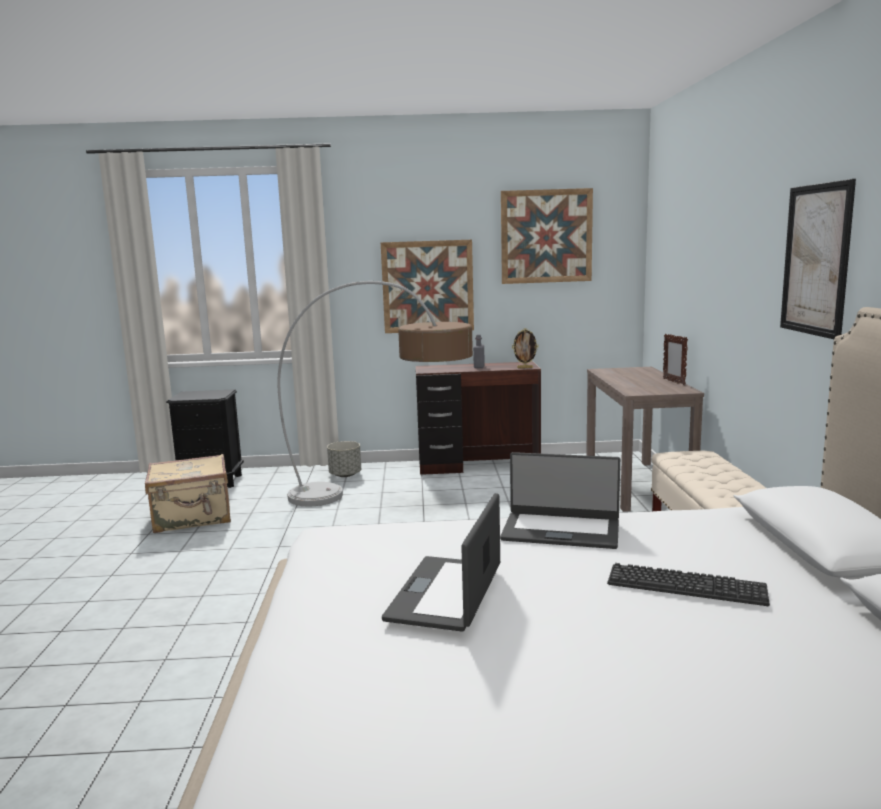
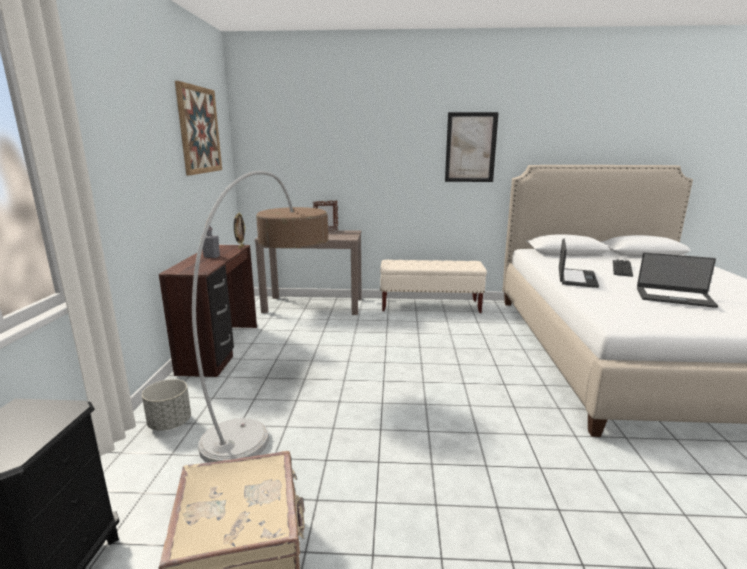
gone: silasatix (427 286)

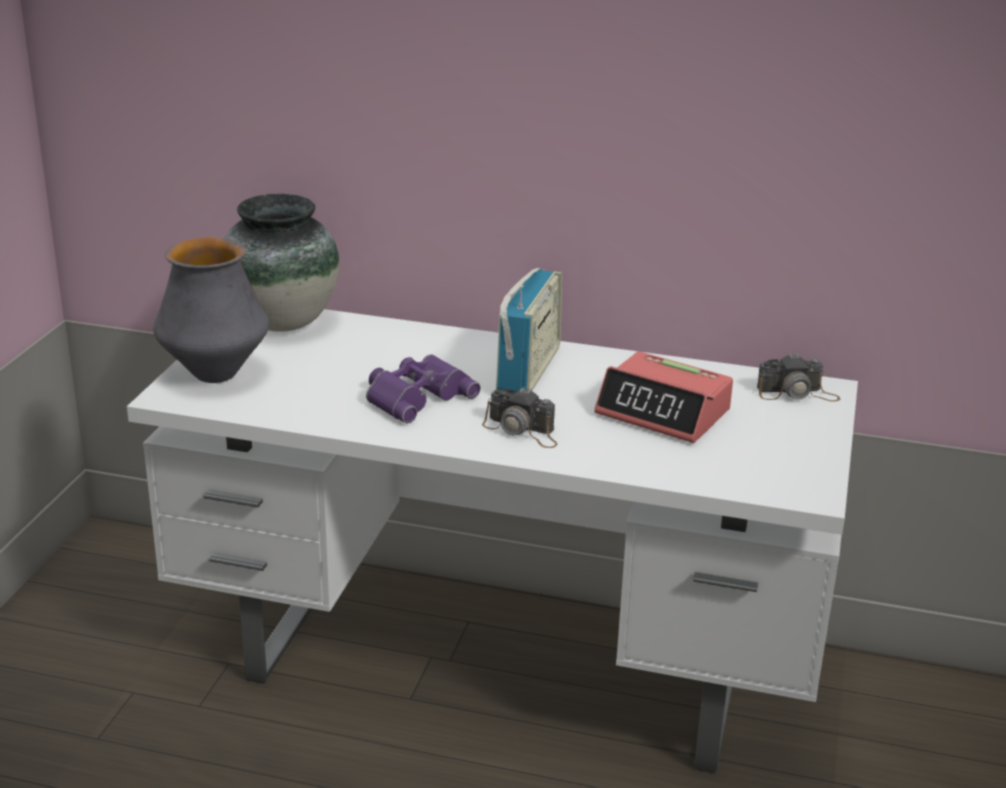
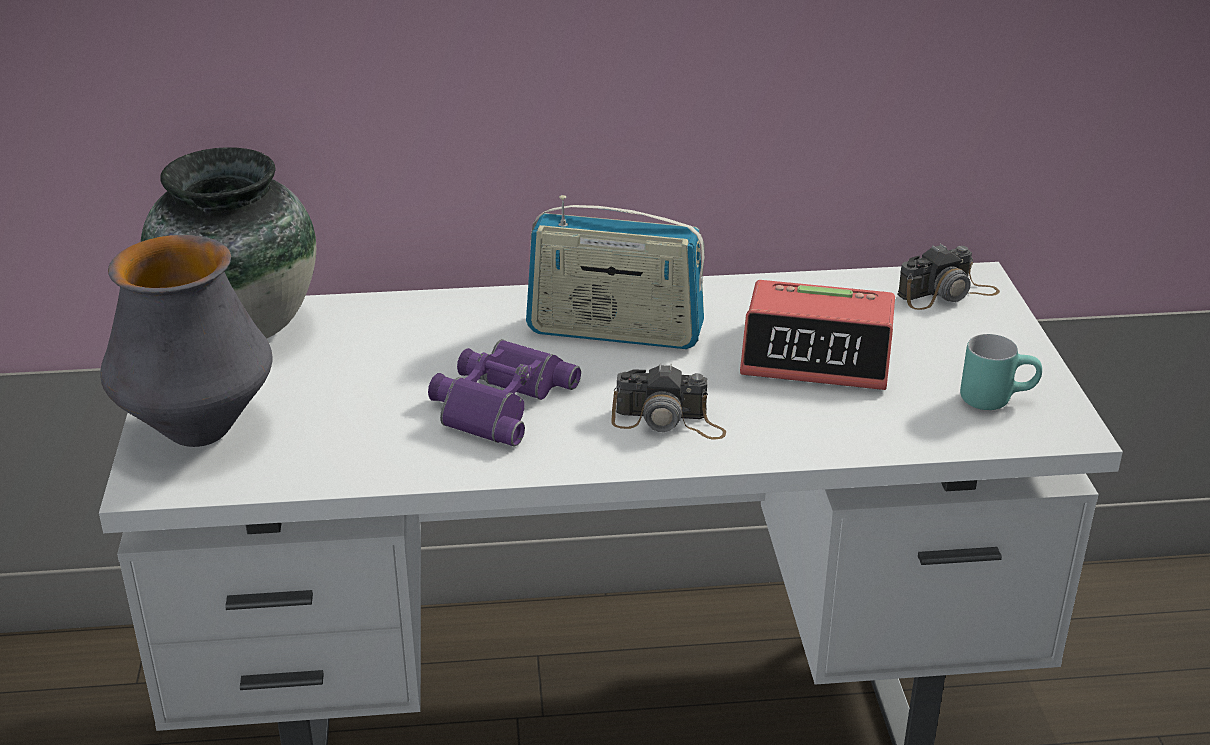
new: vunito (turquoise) (995 398)
rotated: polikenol (528 370) = (615 331) 105 degrees clockwise

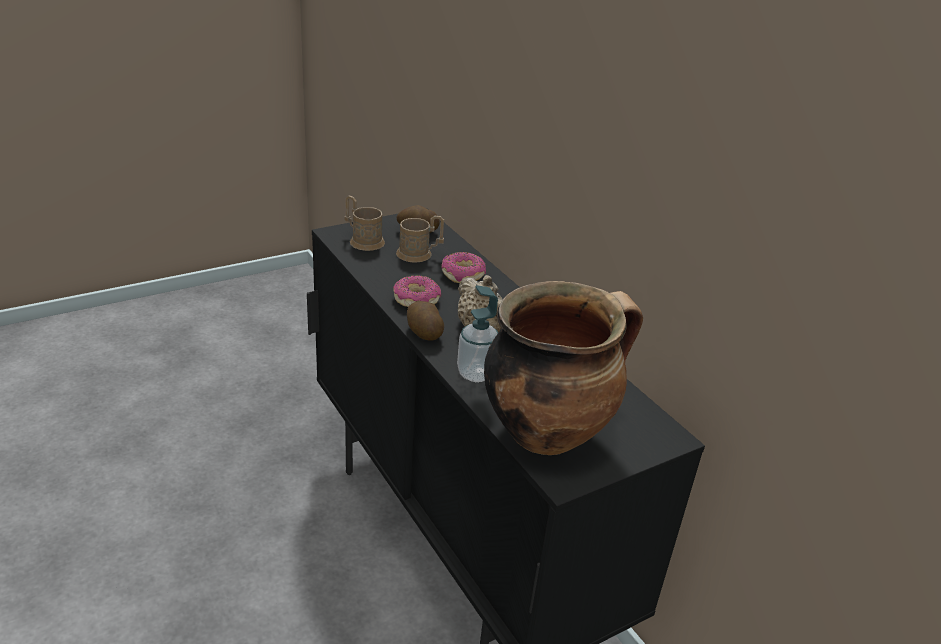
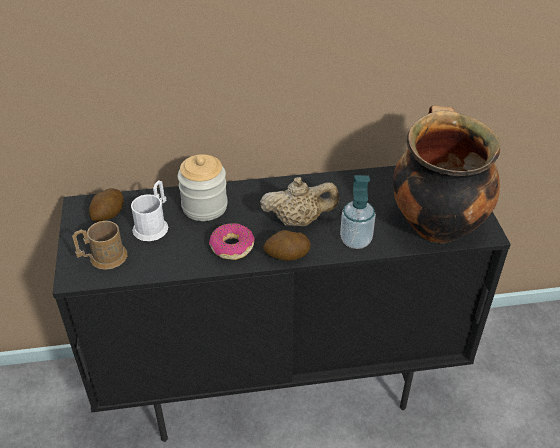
swapped: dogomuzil (463 274) to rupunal (204 206)
repainted: vunito (brown) (419 254) to vunito (white) (153 225)

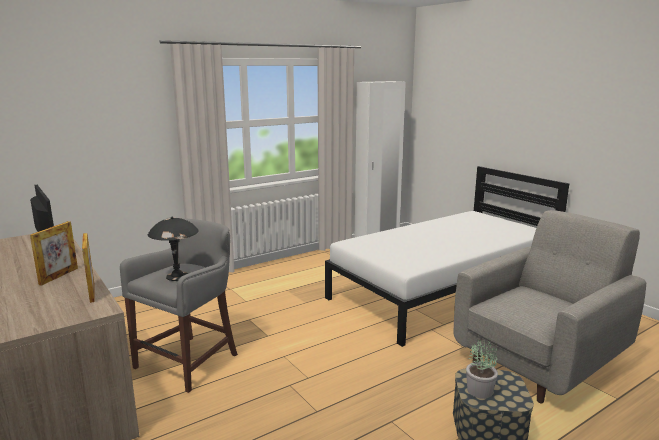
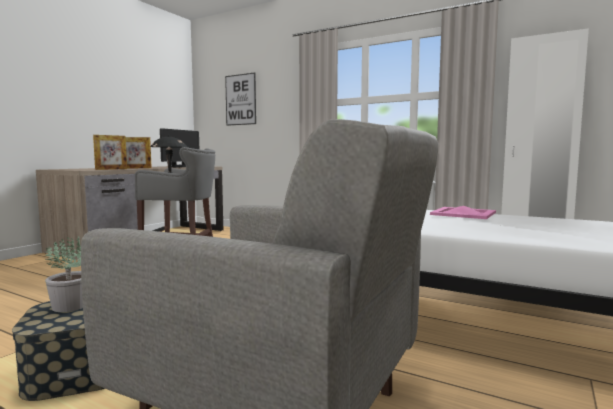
new: silasatix (240 99); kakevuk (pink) (463 213)

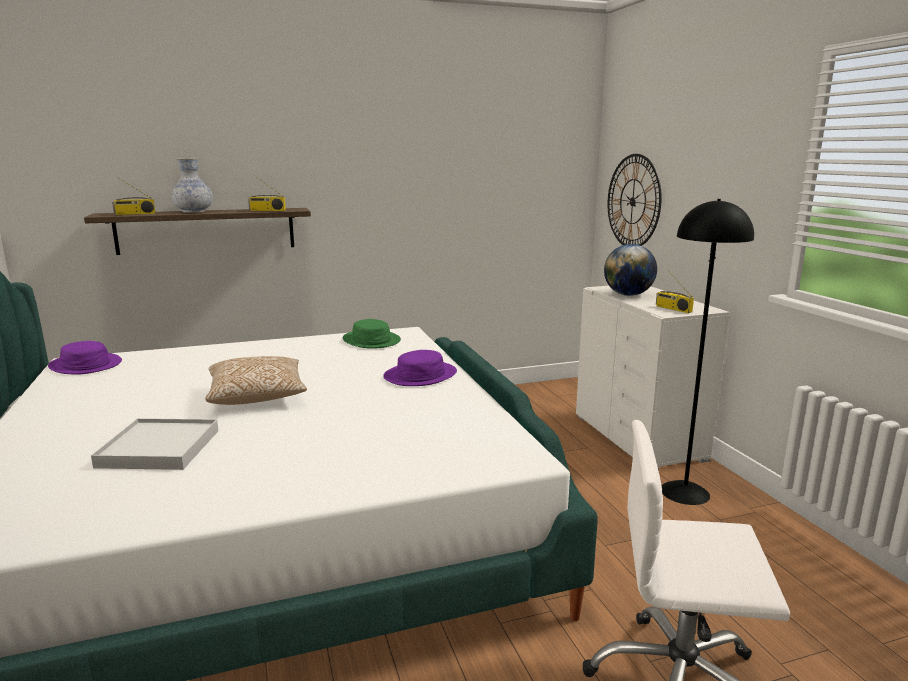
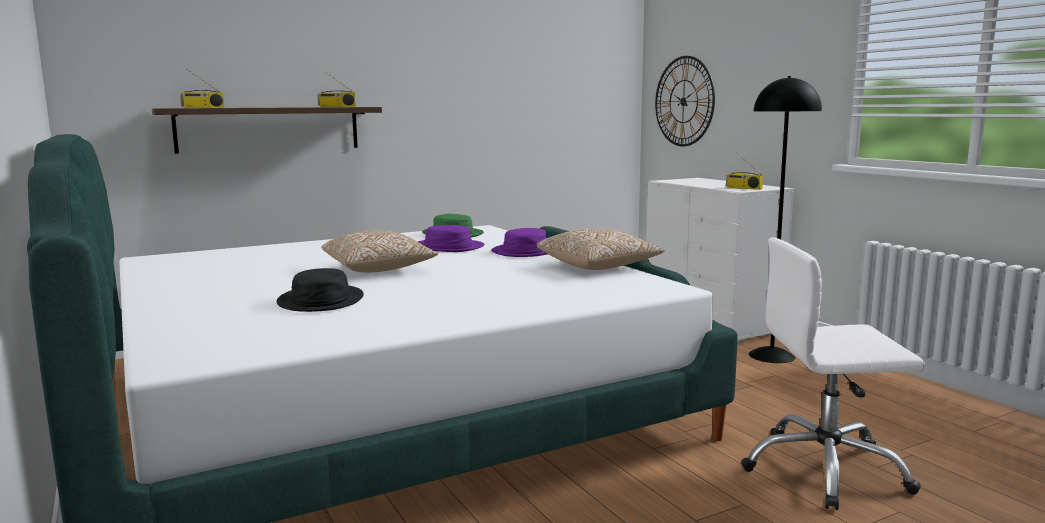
gone: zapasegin (194 211); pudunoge (628 295)
new: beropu (598 266)
shifted: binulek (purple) (85 365) to (448 247)
swapped: kakevuk (white) (159 448) to binulek (black) (320 300)

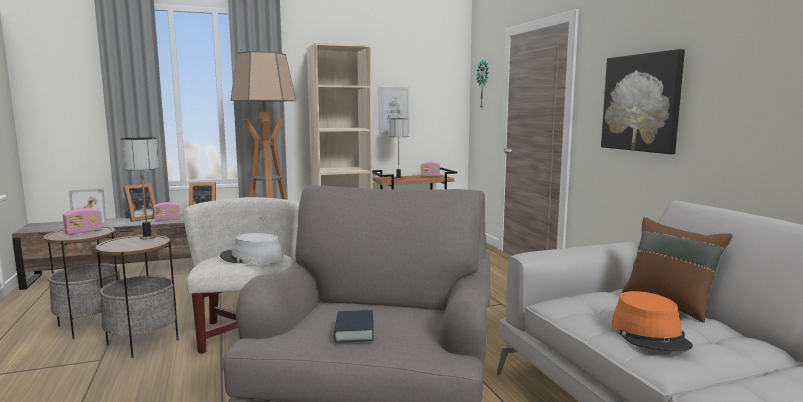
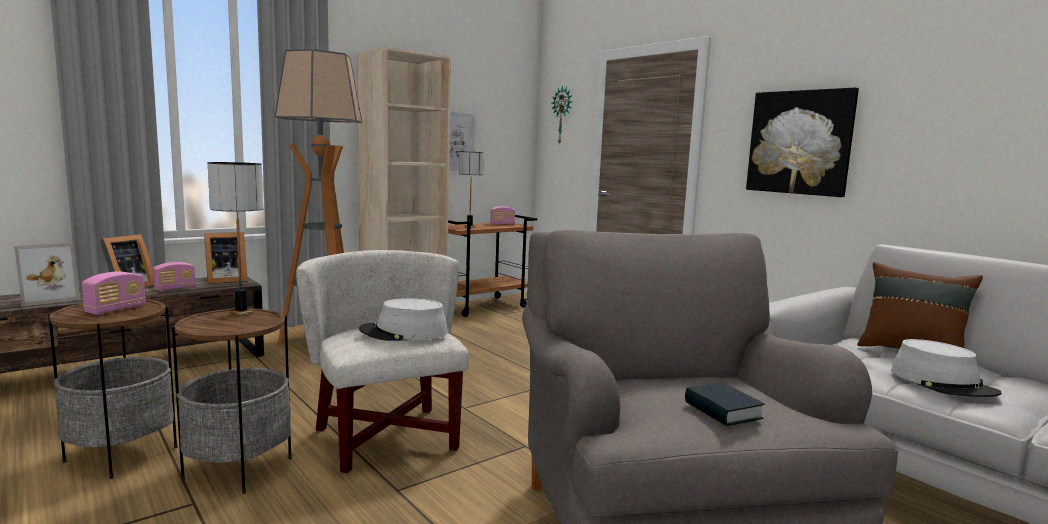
repainted: binulek (orange) (650 334) to binulek (grey) (942 382)

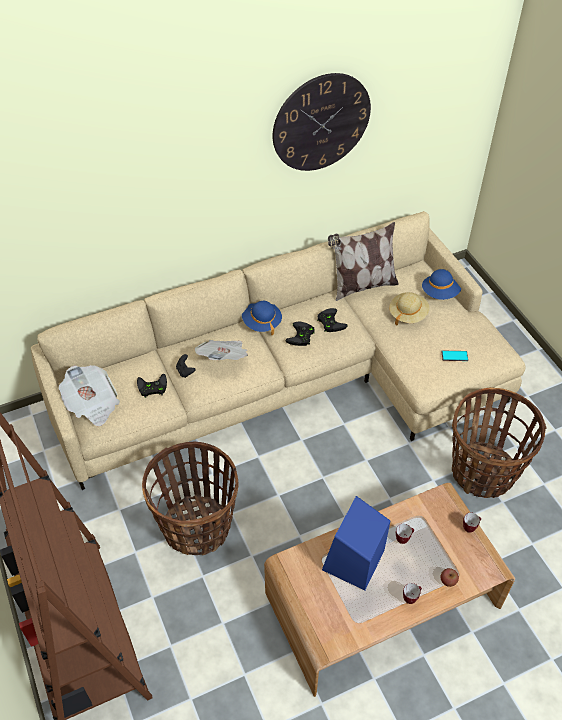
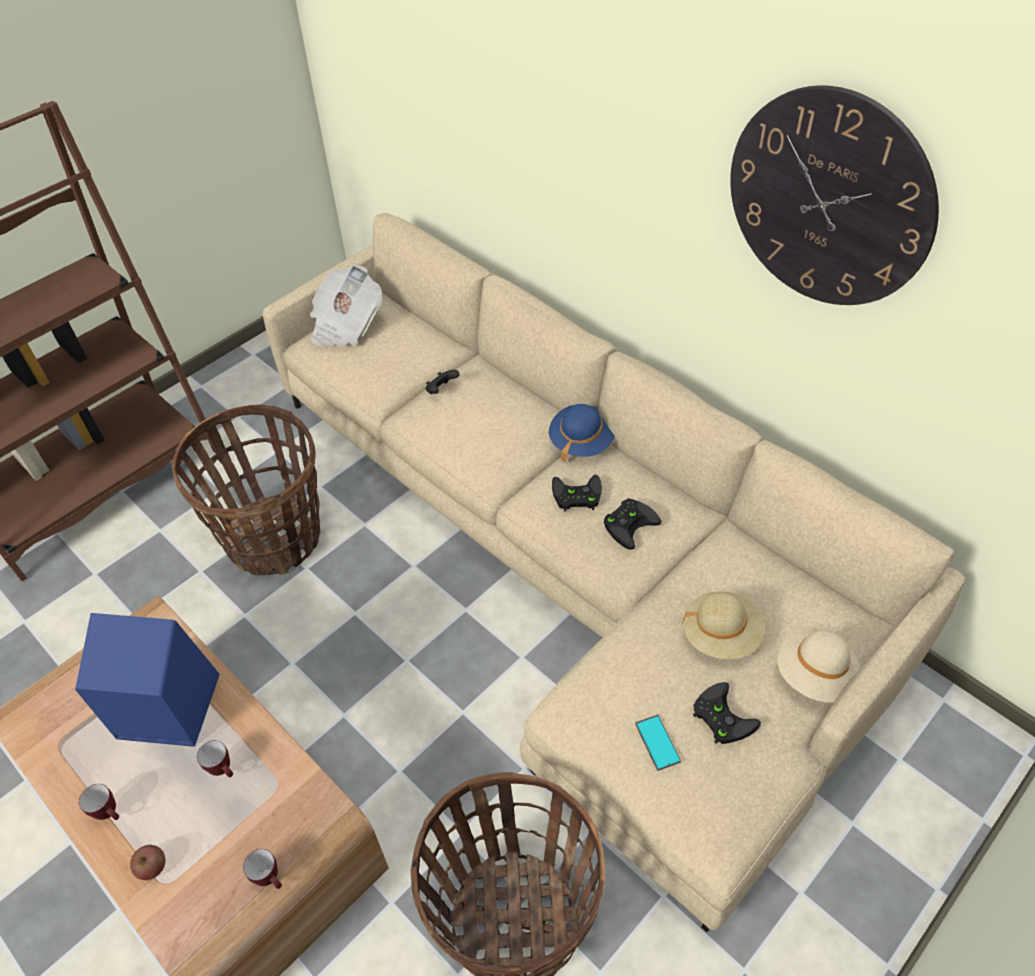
gone: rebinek (224 358); beropu (362 285)
shifted: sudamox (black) (151 388) to (720 716)
repainted: binulek (blue) (440 293) to binulek (beige) (814 676)

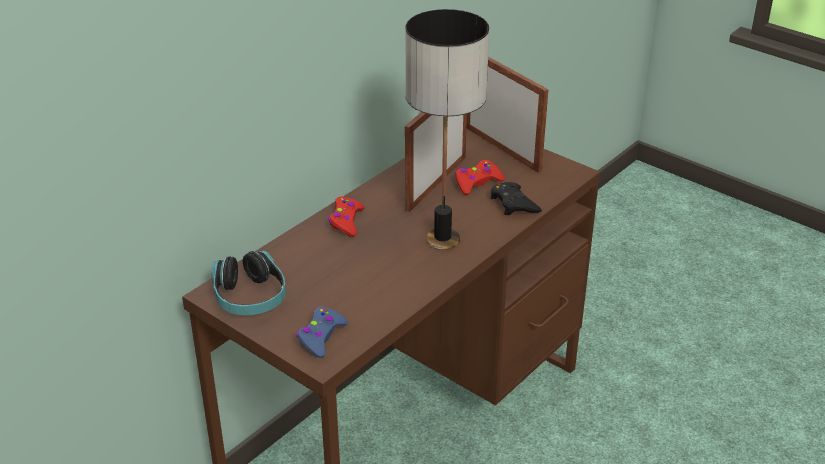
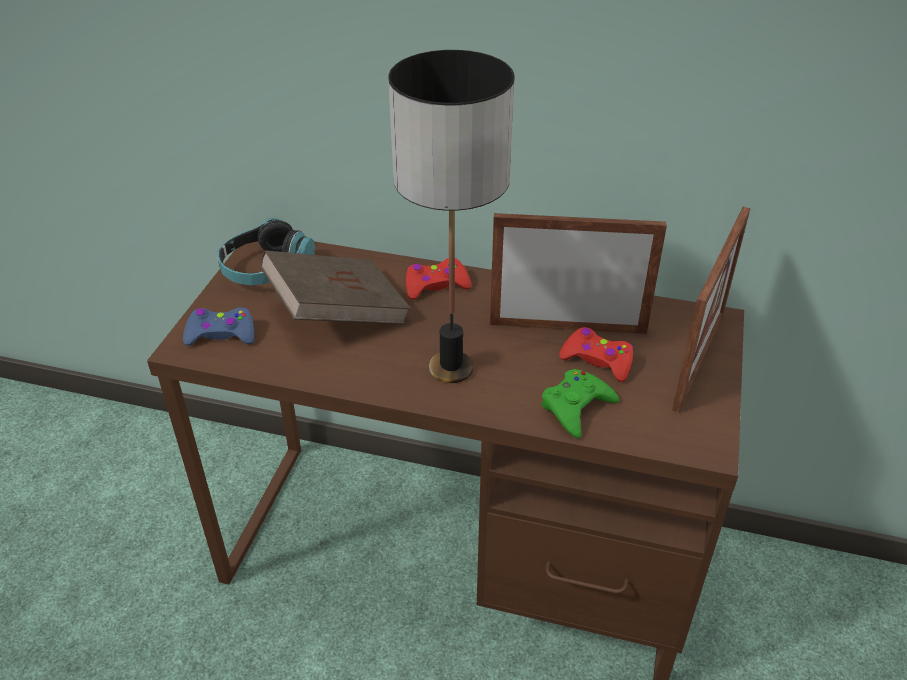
new: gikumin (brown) (337 313)
repainted: sudamox (black) (513 204) to sudamox (green) (576 407)

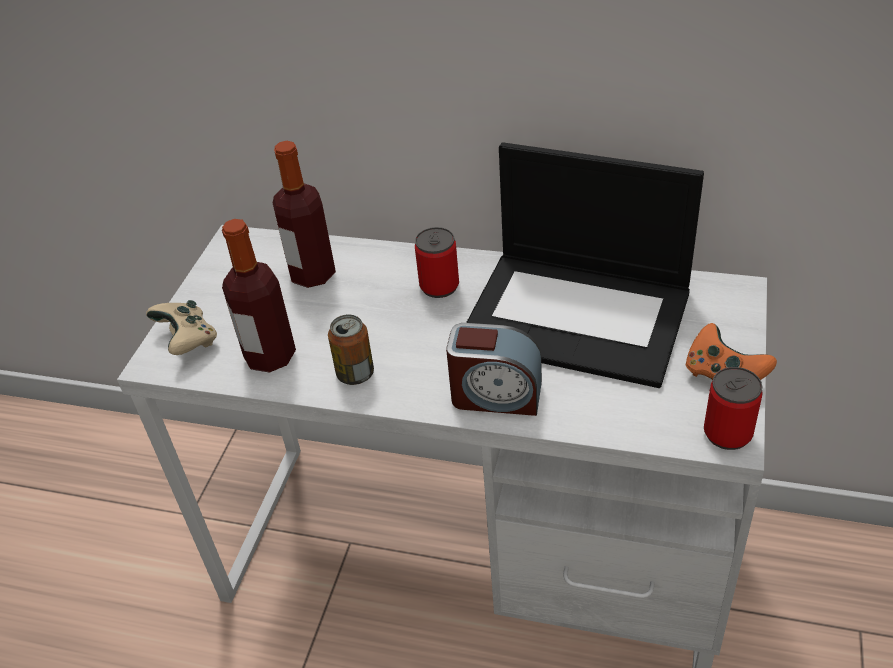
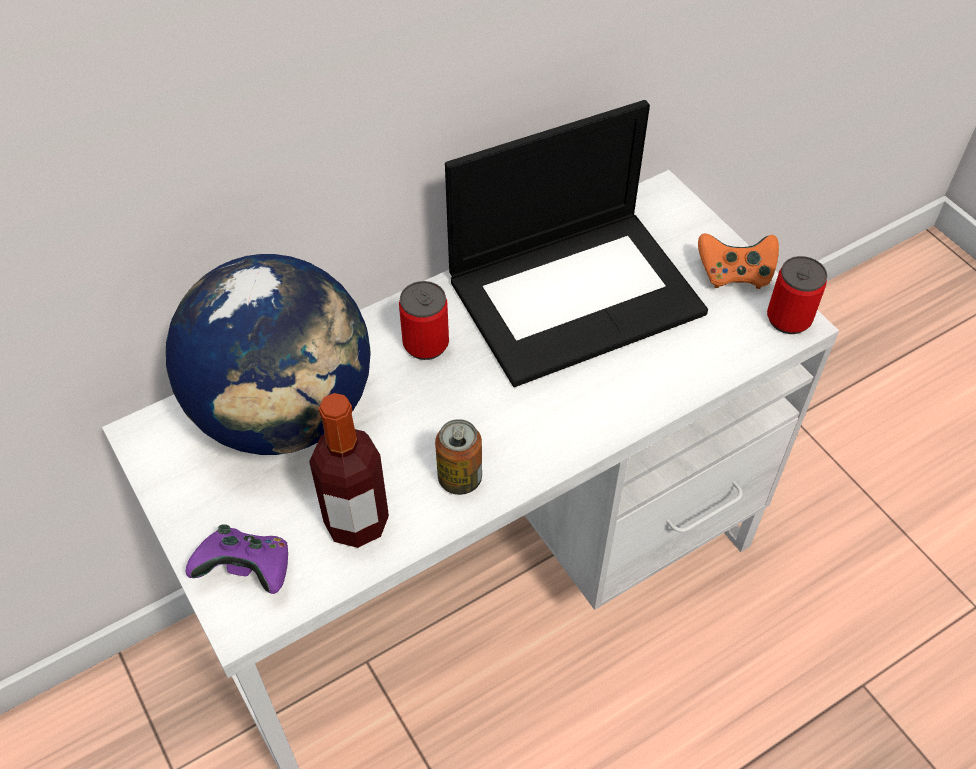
gone: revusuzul (496 395)
swapped: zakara (312 274) to pudunoge (285 413)
repainted: sudamox (beige) (188 341) to sudamox (purple) (247 570)

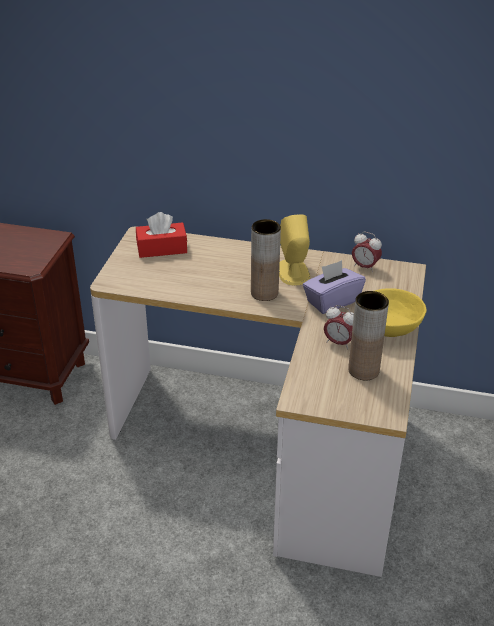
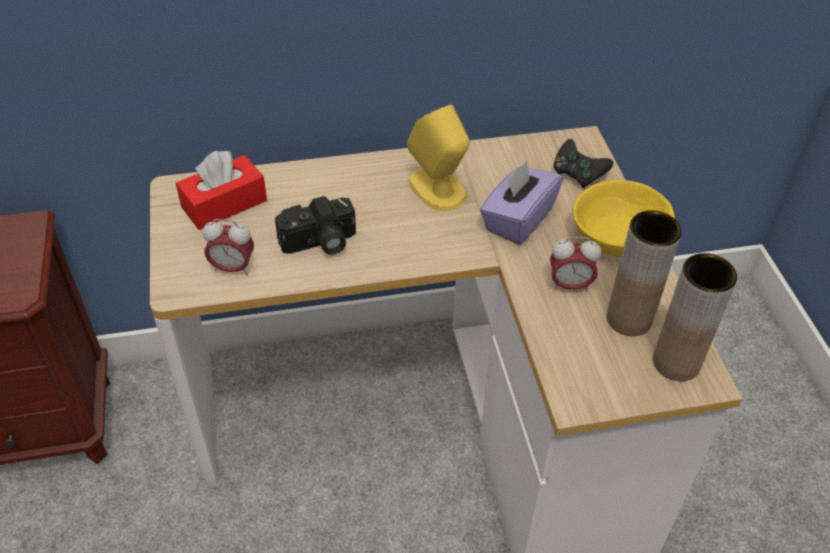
new: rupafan (319 243); sudamox (black) (577 174)
shifted: zapasegin (brown) (264 293) to (676 362); revusuzul (365 267) to (232 268)

